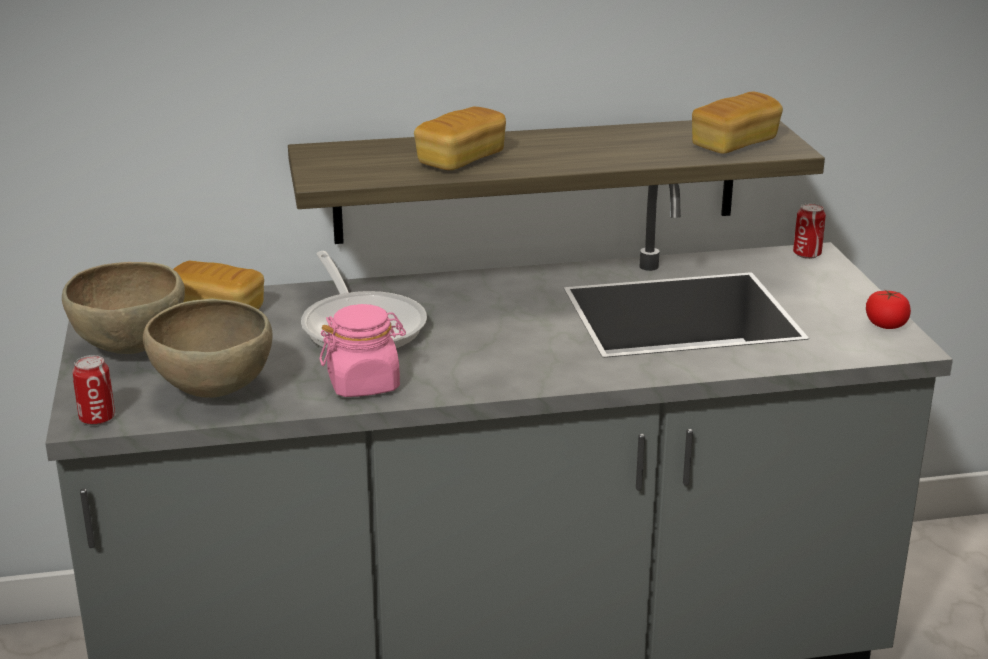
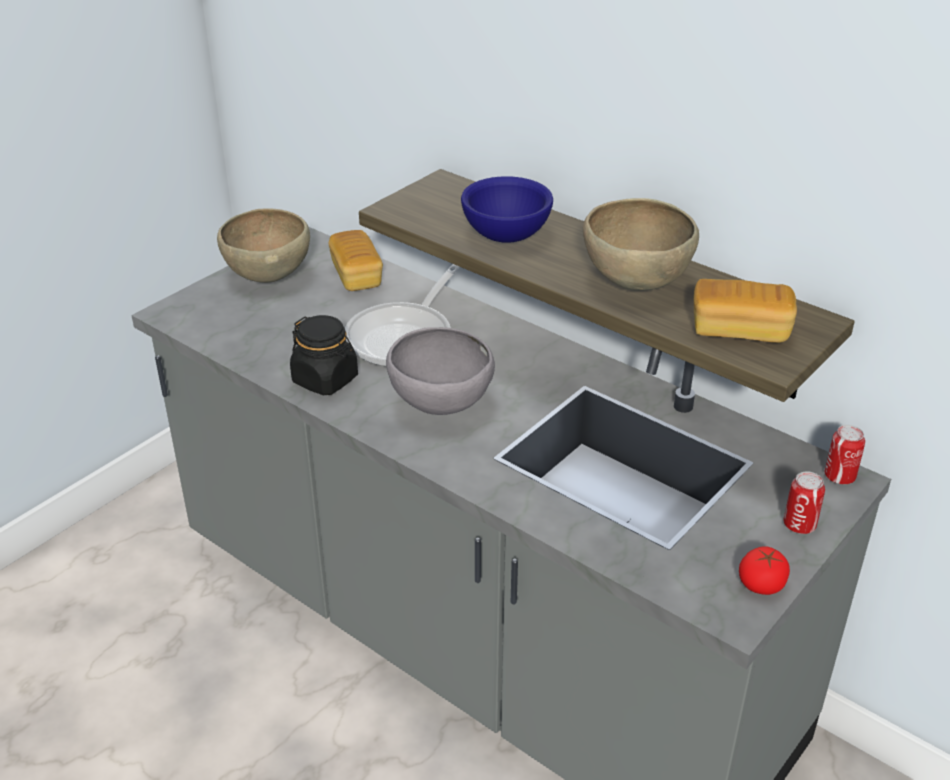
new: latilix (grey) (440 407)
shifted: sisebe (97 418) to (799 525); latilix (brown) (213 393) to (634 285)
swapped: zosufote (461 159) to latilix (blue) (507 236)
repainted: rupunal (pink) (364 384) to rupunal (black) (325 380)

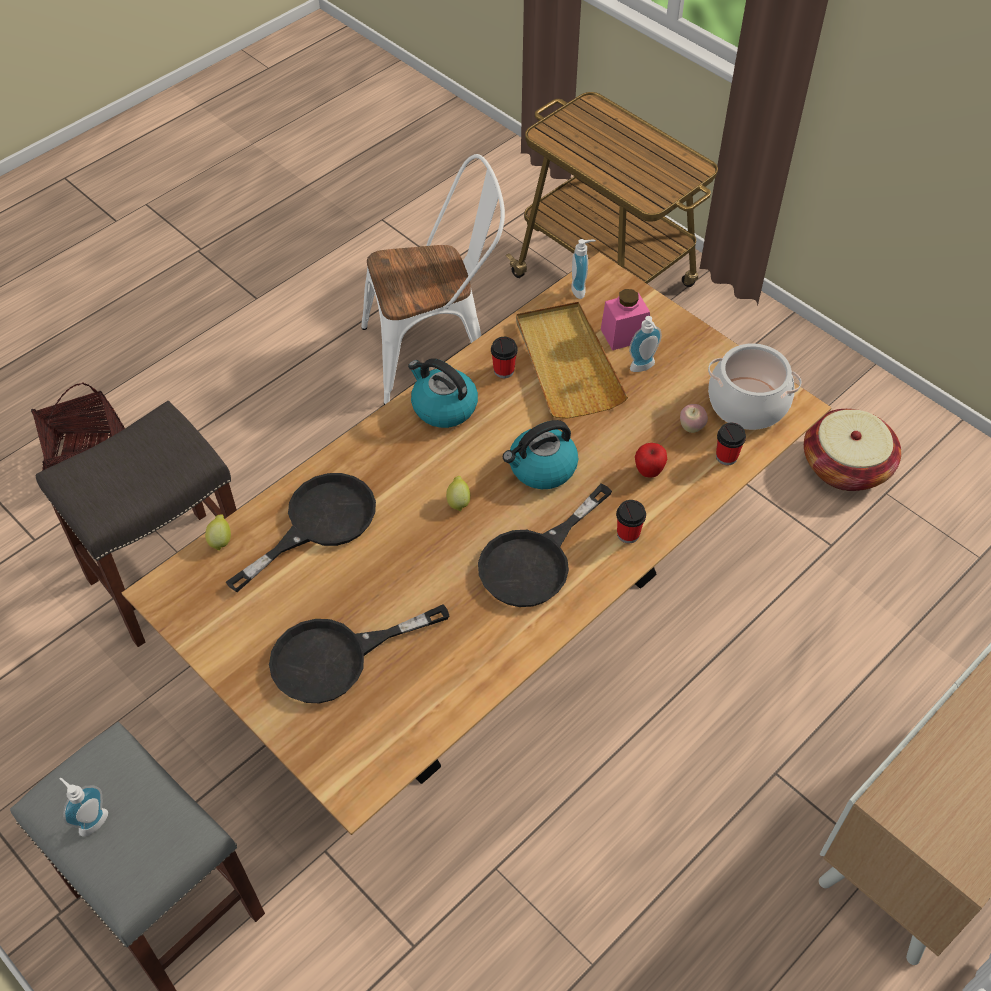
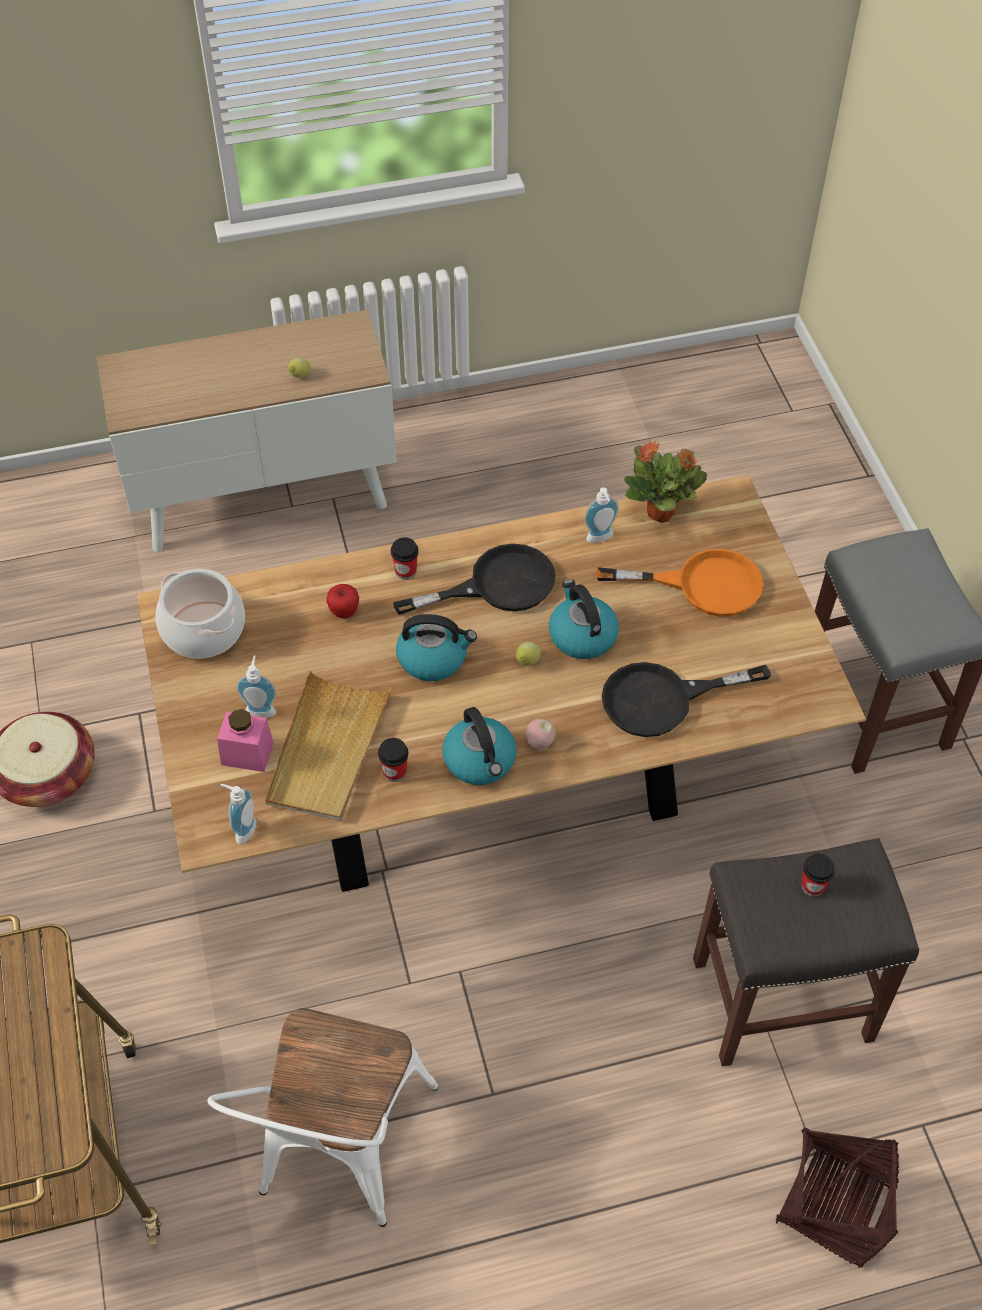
new: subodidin (581 635); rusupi (661 513)
shifted: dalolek (91 820) to (601 539); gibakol (220 540) to (299 376); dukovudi (691 427) to (540 743); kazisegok (726 457) to (813 886)
repainted: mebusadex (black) (336 658) to mebusadex (orange) (702 585)
rotated: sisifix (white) (437 352) = (339 1152) 90 degrees counterclockwise

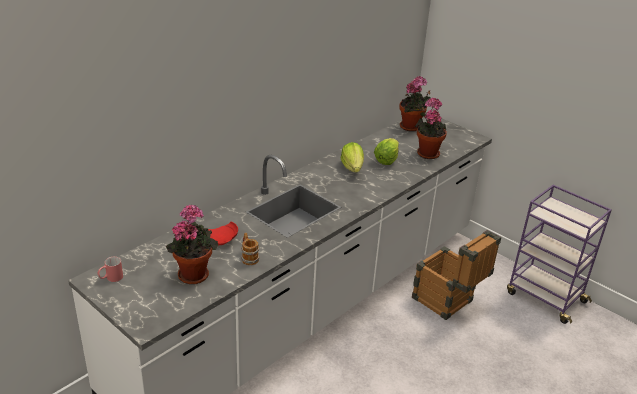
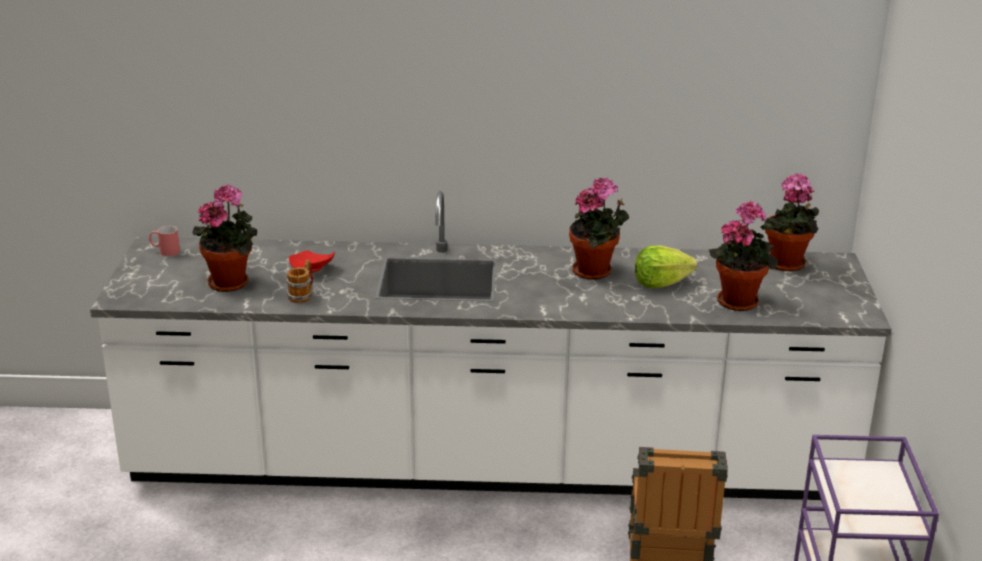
swapped: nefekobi (352 168) to rusupi (595 272)

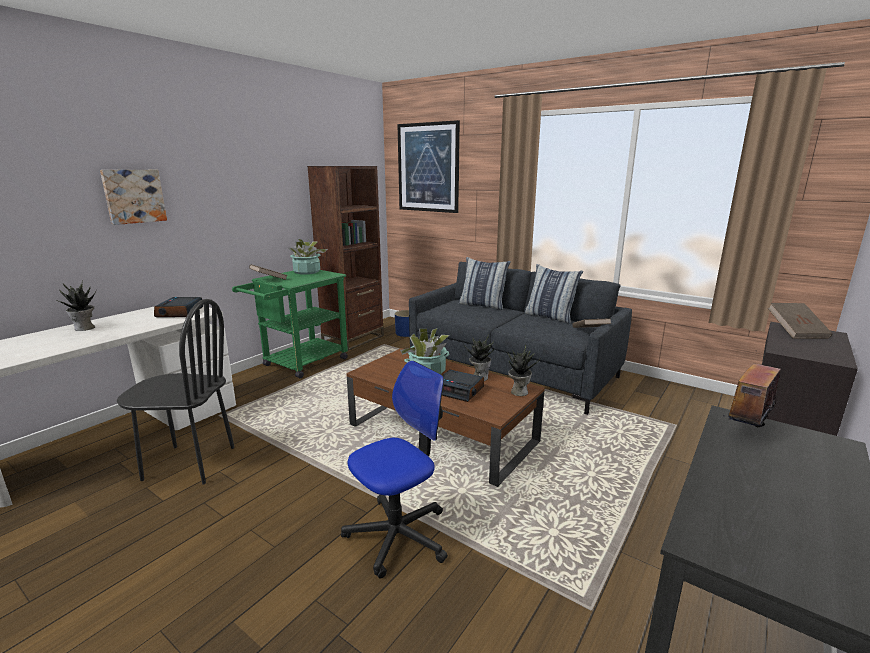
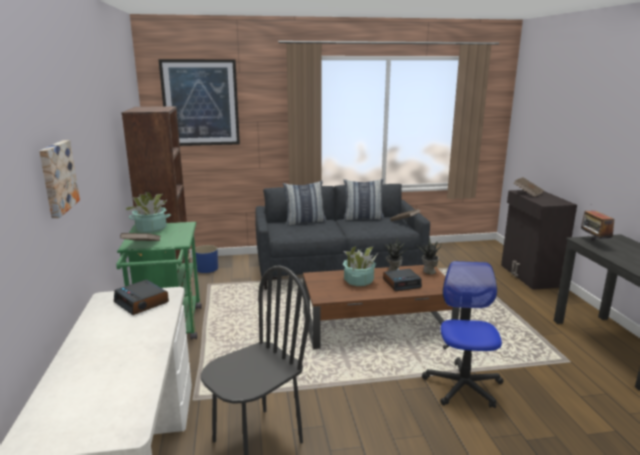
gone: rusupi (85 328)

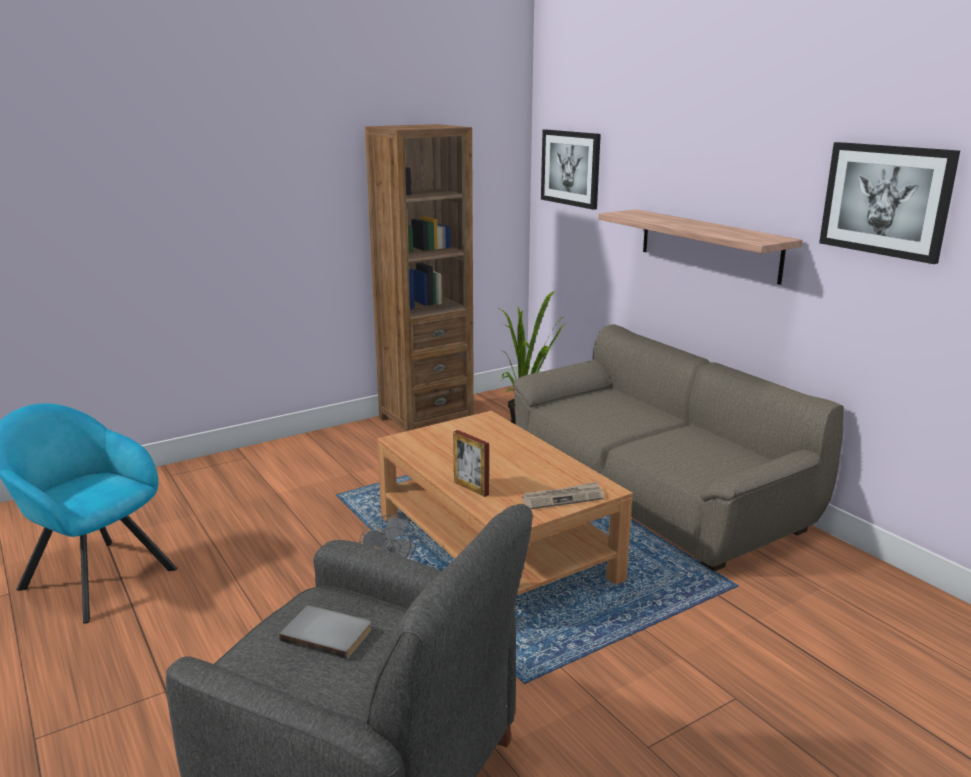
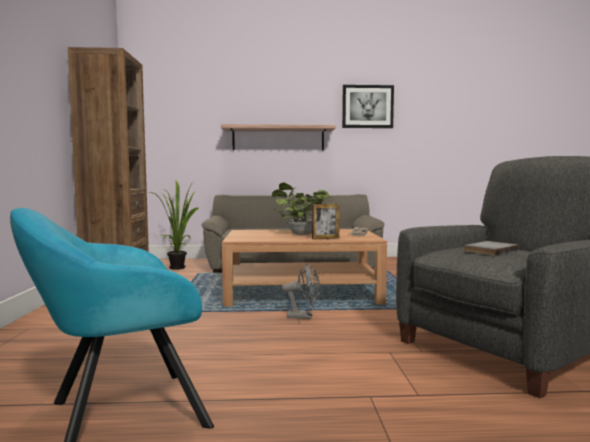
gone: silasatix (570 168)
new: rusupi (299 234)

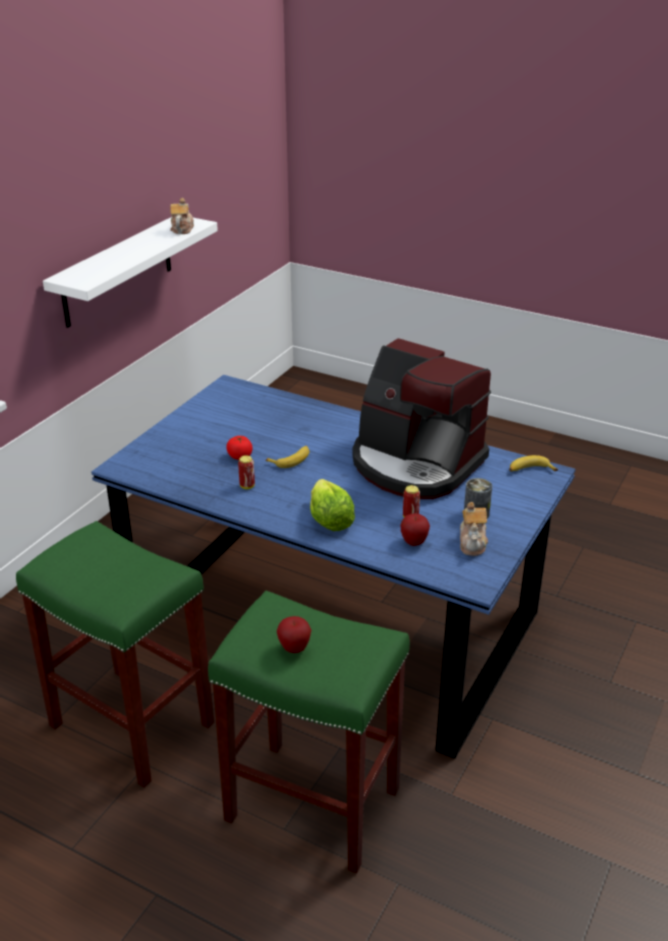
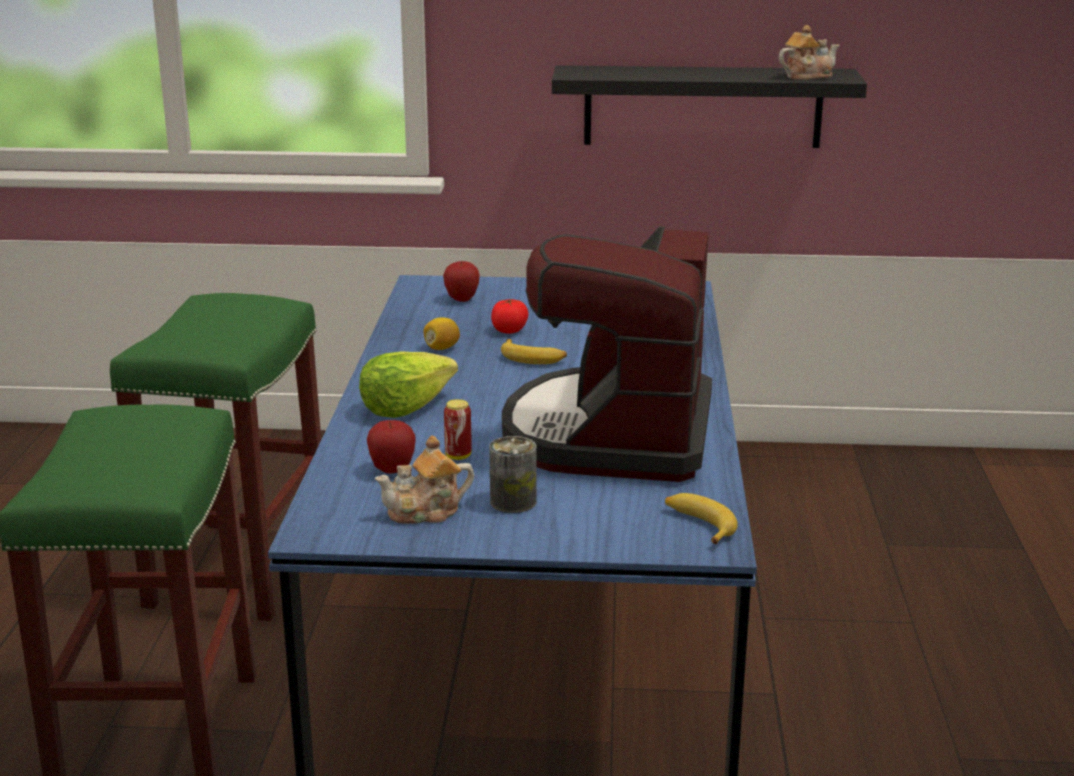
shifted: dukovudi (294 648) to (461 299)
swapped: sisebe (247 486) to gibakol (441 348)
repainted: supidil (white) (117 271) to supidil (black) (702 106)

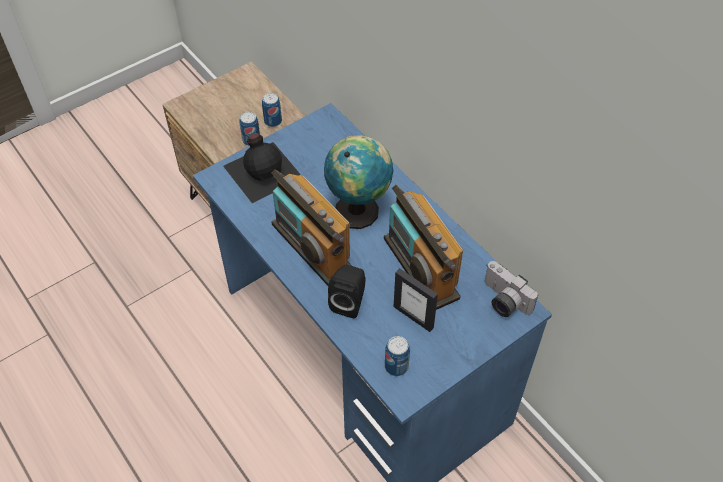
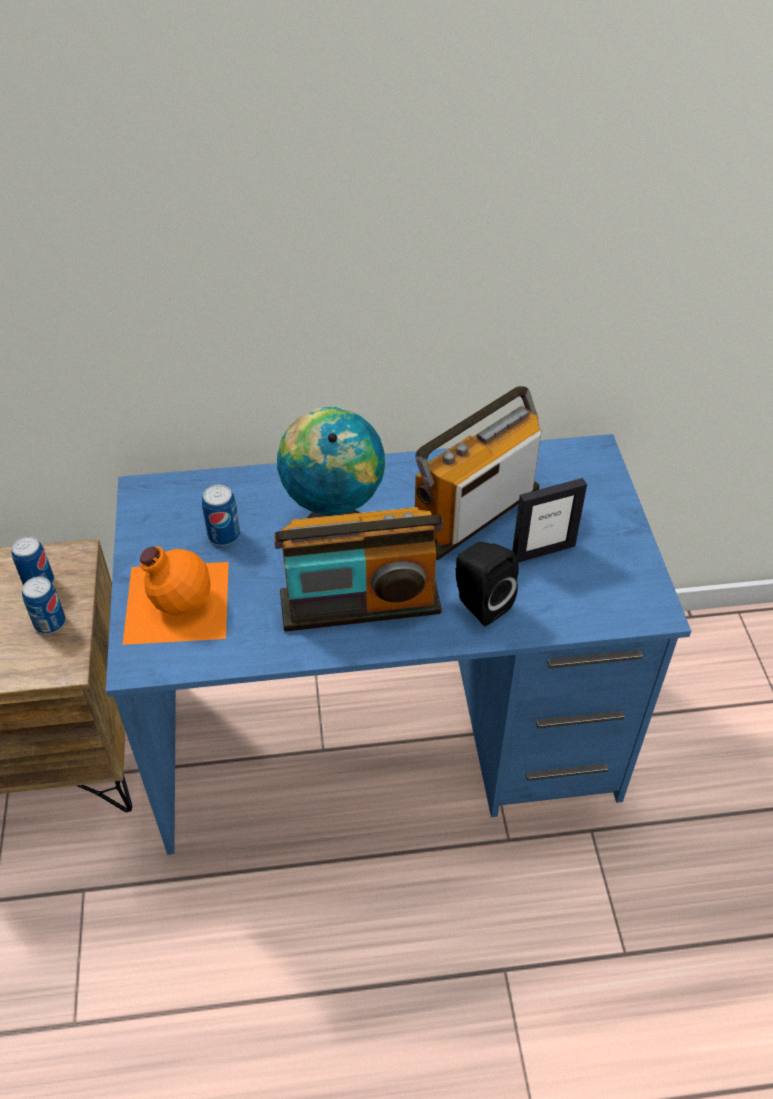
gone: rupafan (502 301)
shifted: sisebe (396 366) to (224 535)
repainted: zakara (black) (263 170) to zakara (orange) (175 600)
rotated: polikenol (420 268) = (473 511) 135 degrees clockwise

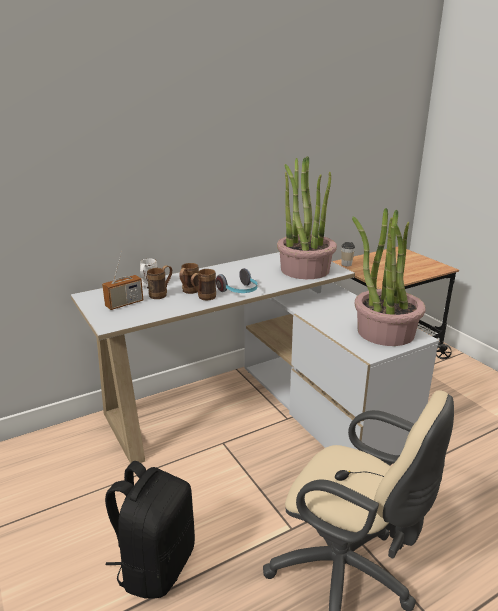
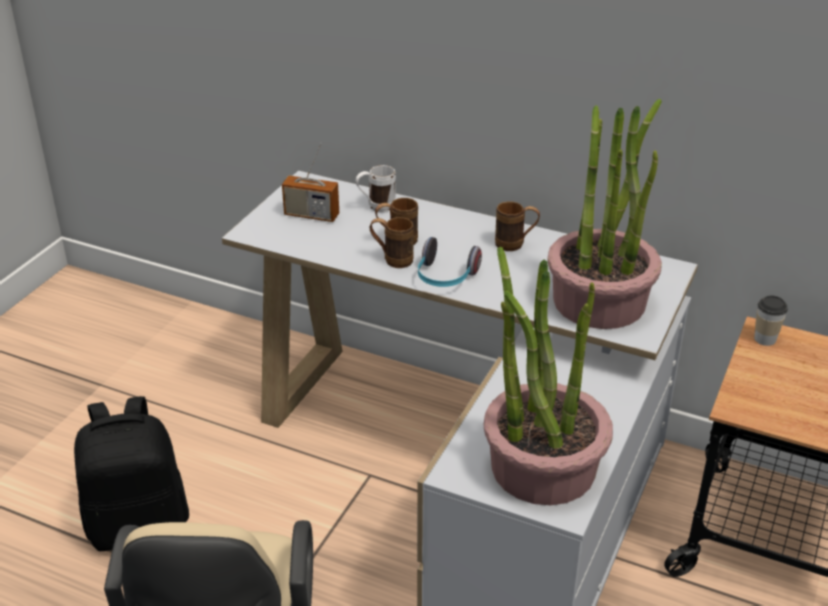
shifted: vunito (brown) (161 294) to (515 245)

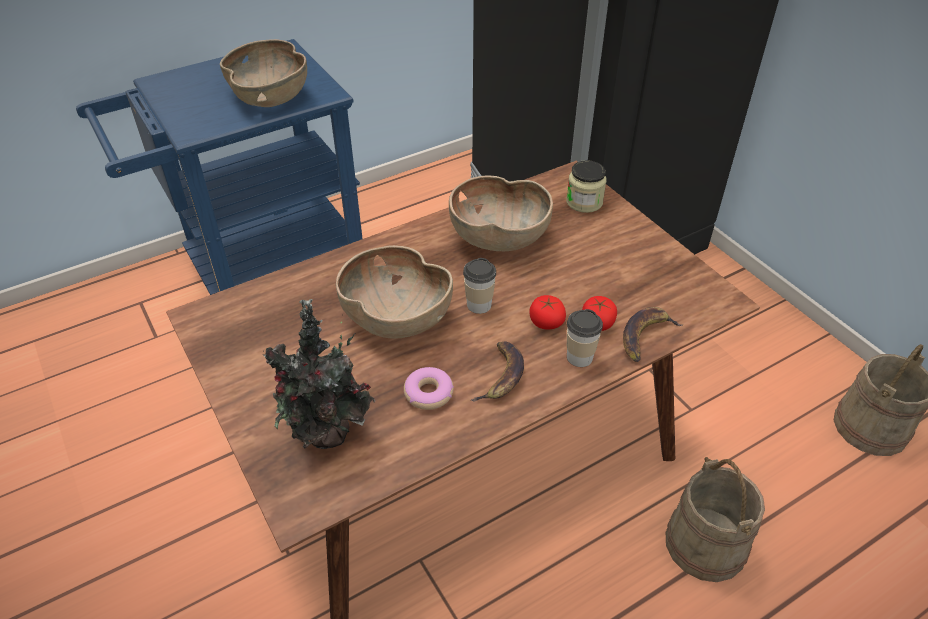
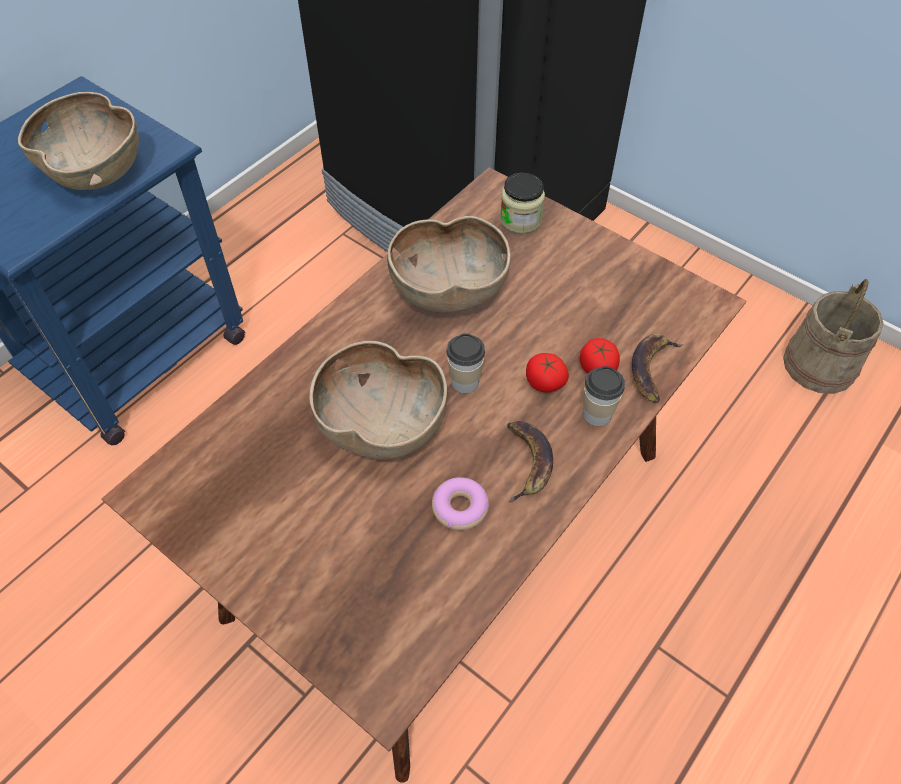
gone: rusupi (327 437); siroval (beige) (706 544)

